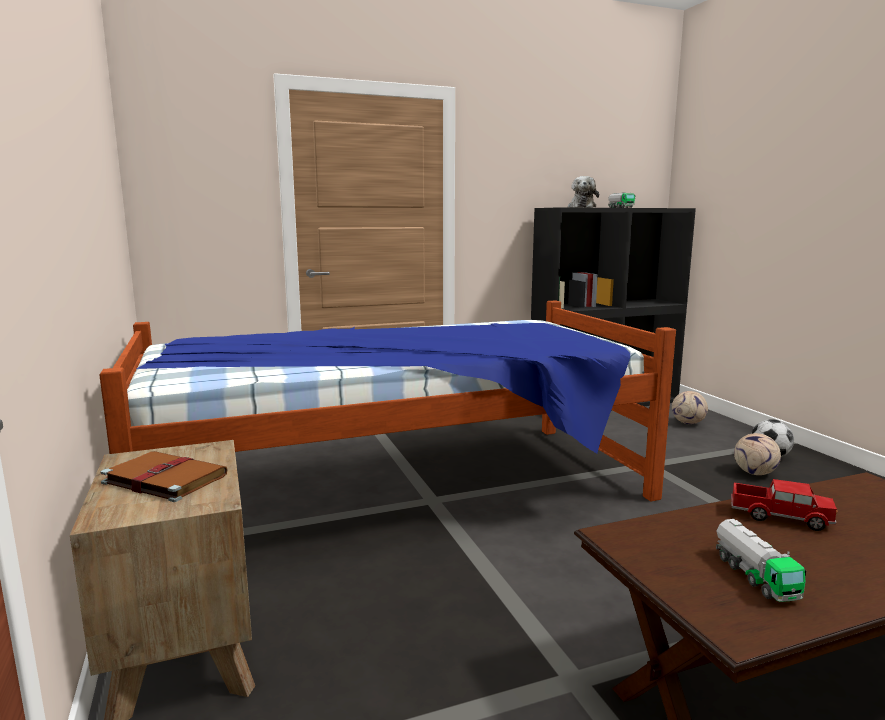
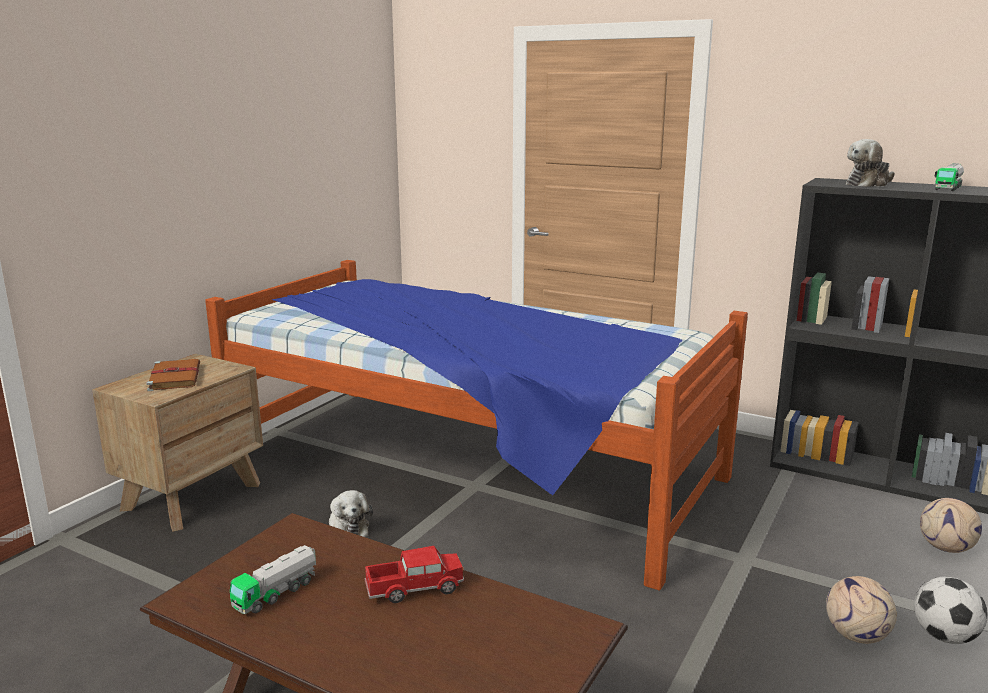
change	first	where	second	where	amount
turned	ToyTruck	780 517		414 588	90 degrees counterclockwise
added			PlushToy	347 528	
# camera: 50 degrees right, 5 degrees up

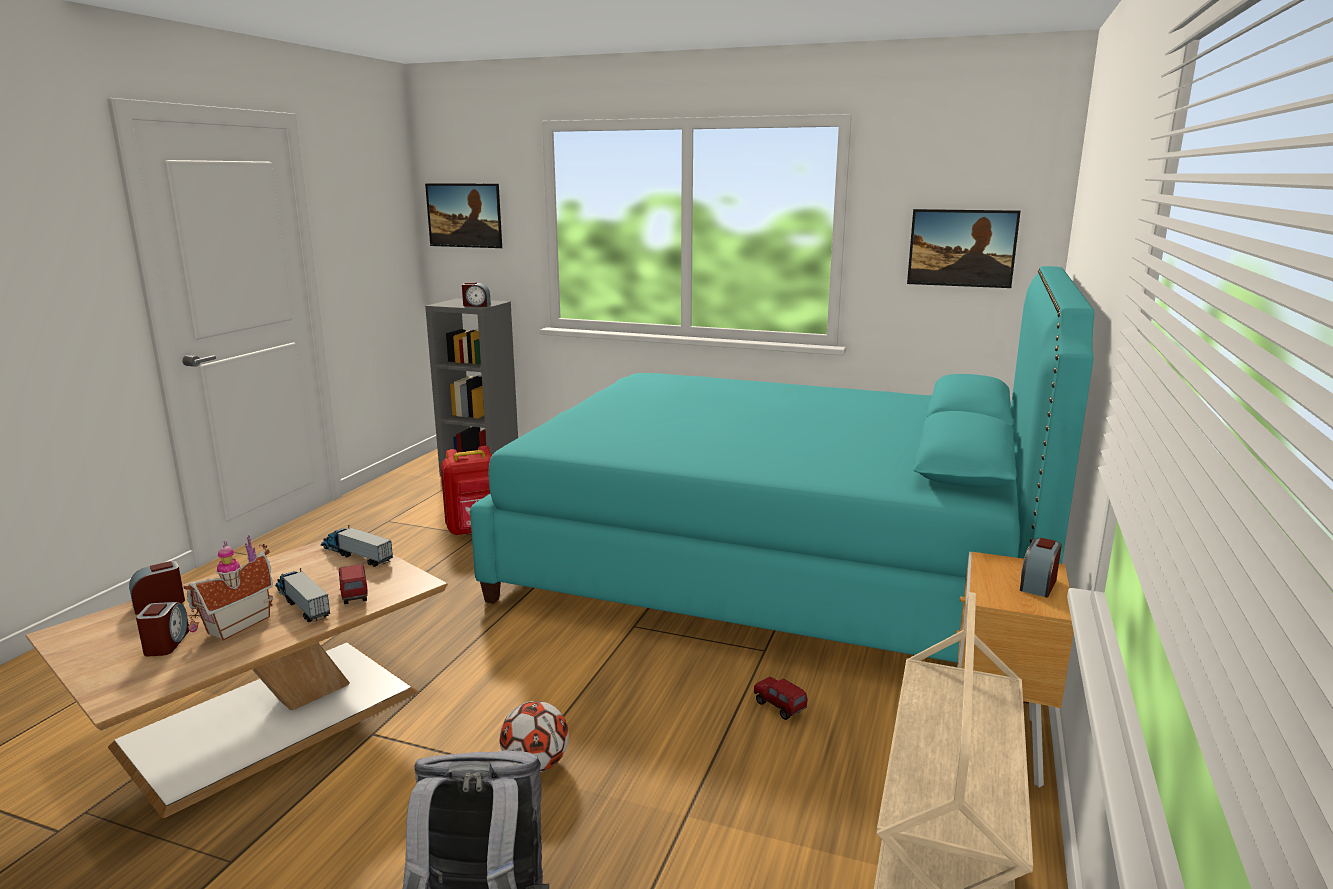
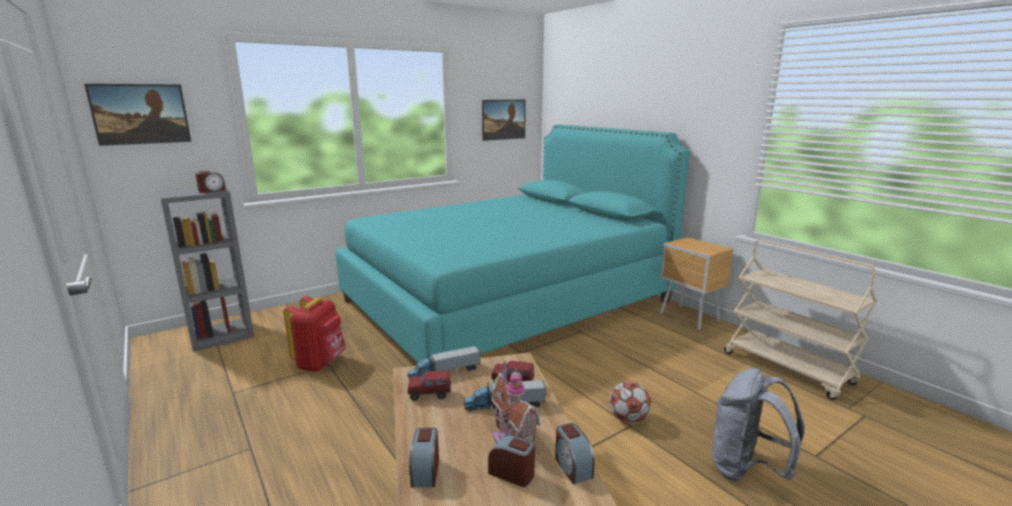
change	first	where	second	where	amount
moved	AlarmClock	1038 584		572 467	
moved	ToyTruck	779 708		430 395	
# camera: 55 degrees left, 0 degrees up

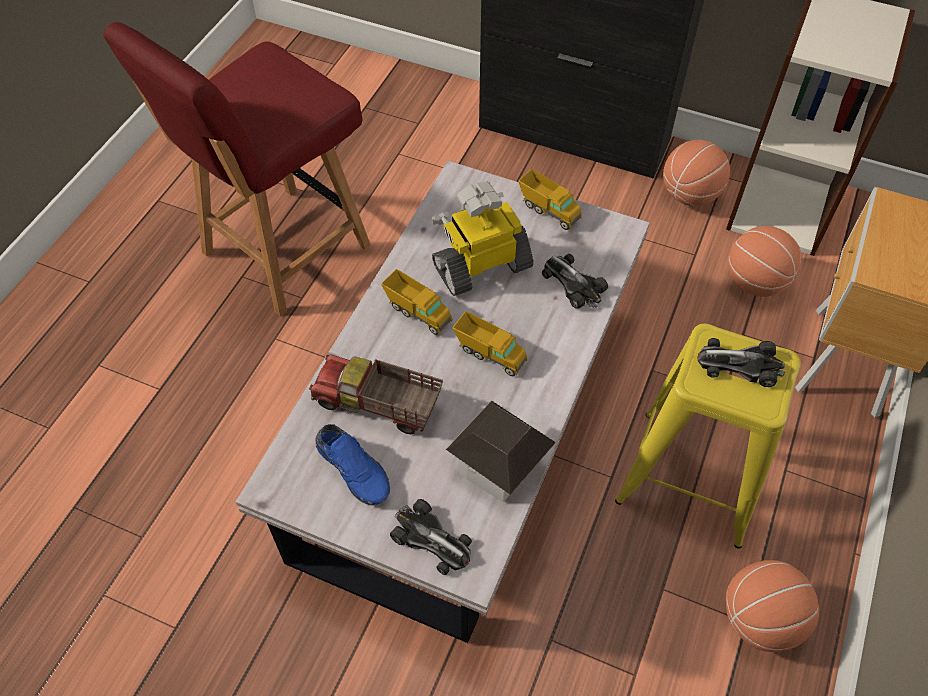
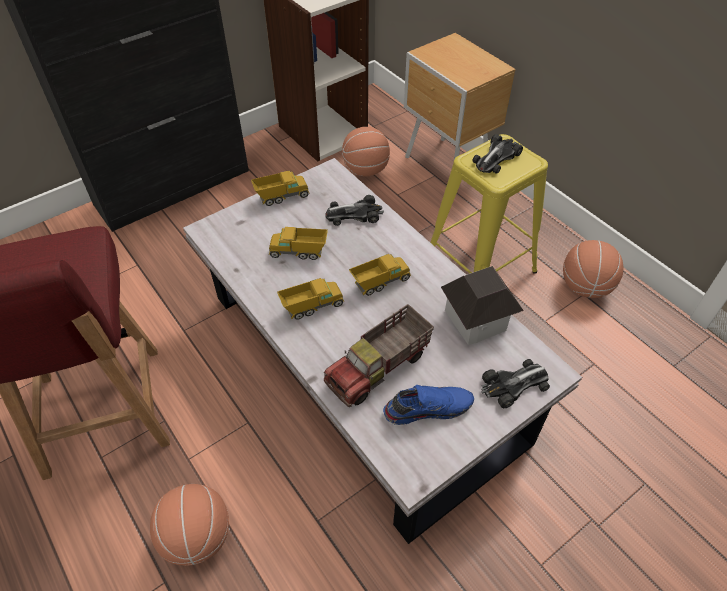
change	first	where	second	where	amount
moved	Basketball	690 195		197 536	
replaced	ToyRobot	481 265	ToyTruck	299 252	
# camera: 60 degrees left, 5 degrees down

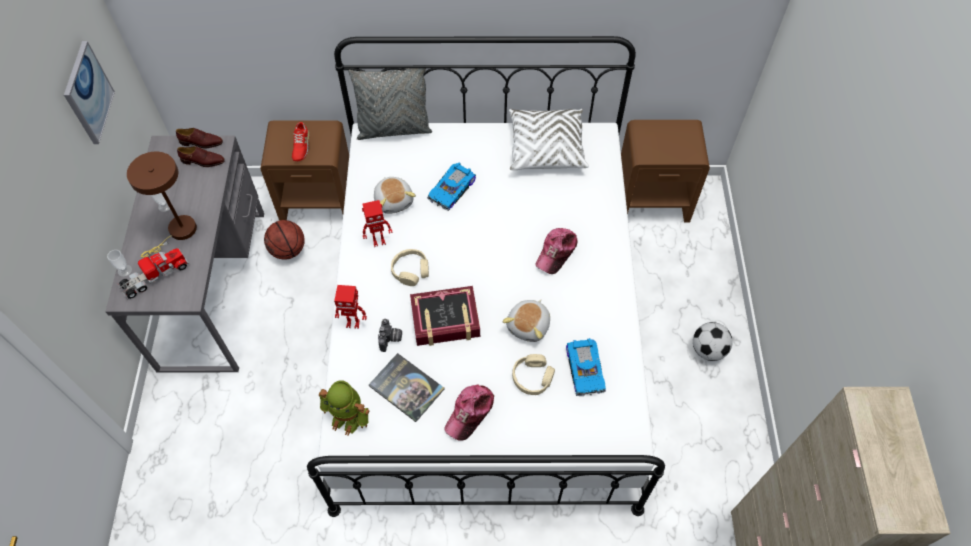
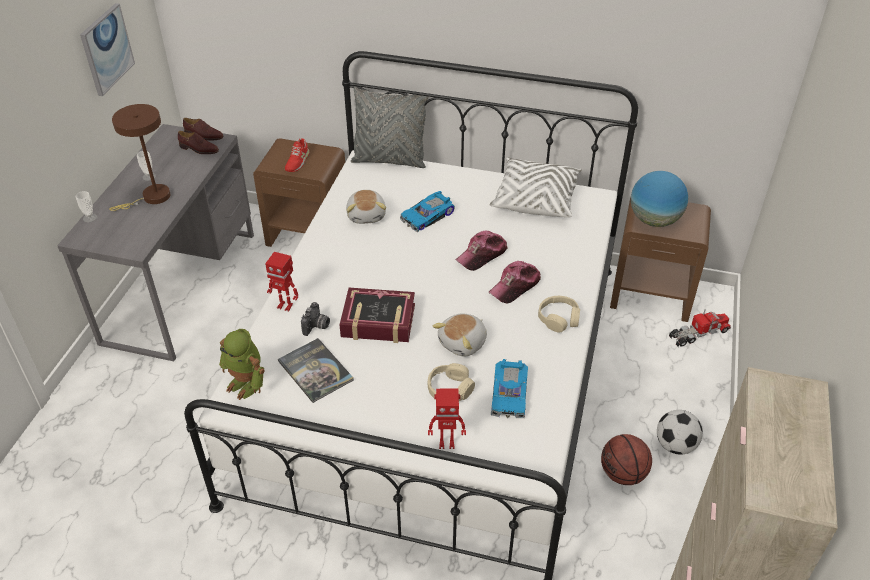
change	first	where	second	where	amount
moved	ToyRobot	379 241		446 443	
moved	Basketball	288 250		623 474	
moved	ToyTruck	155 277		698 334	
moved	BeigeHeadphones	411 271		559 318	
moved	Cap	470 413		482 255	
added			Globe	654 220	
# camera: 15 degrees right, 15 degrees down

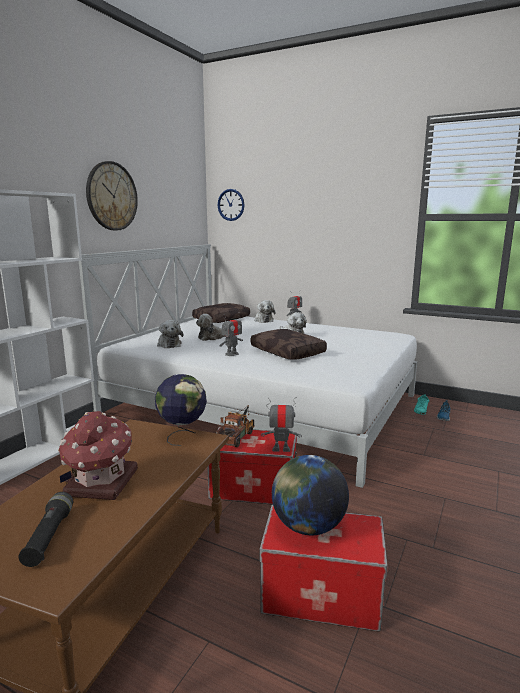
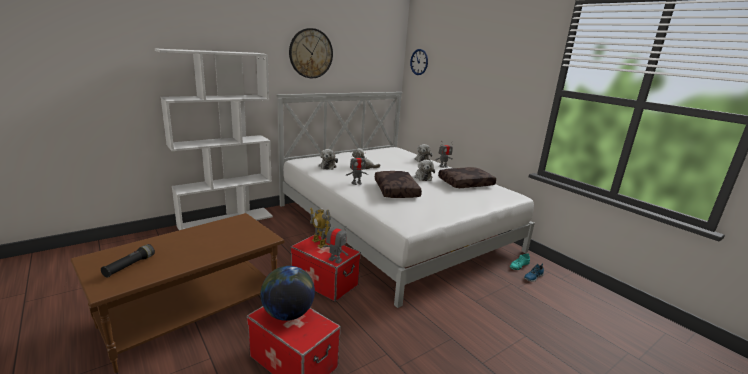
change	first	where	second	where	amount
moved	BrownPillow	221 319		465 183	
removed	Globe	182 435			
replaced	ToyTruck	237 436	ToyRobot	319 243	
removed	ToyHouse	101 484			
# camera: 25 degrees right, 5 degrees up

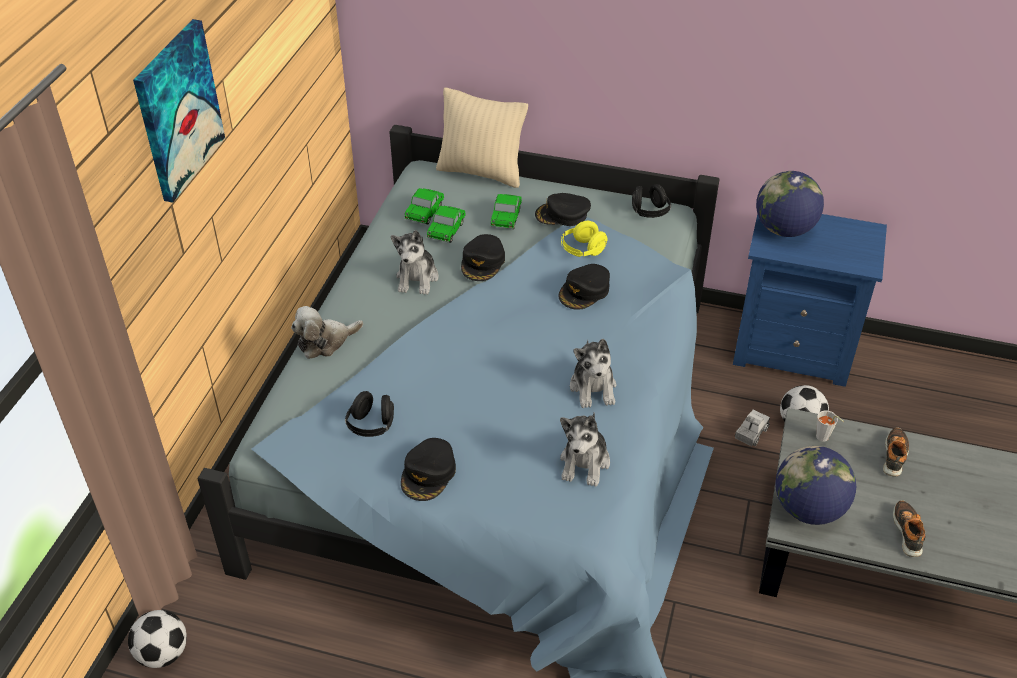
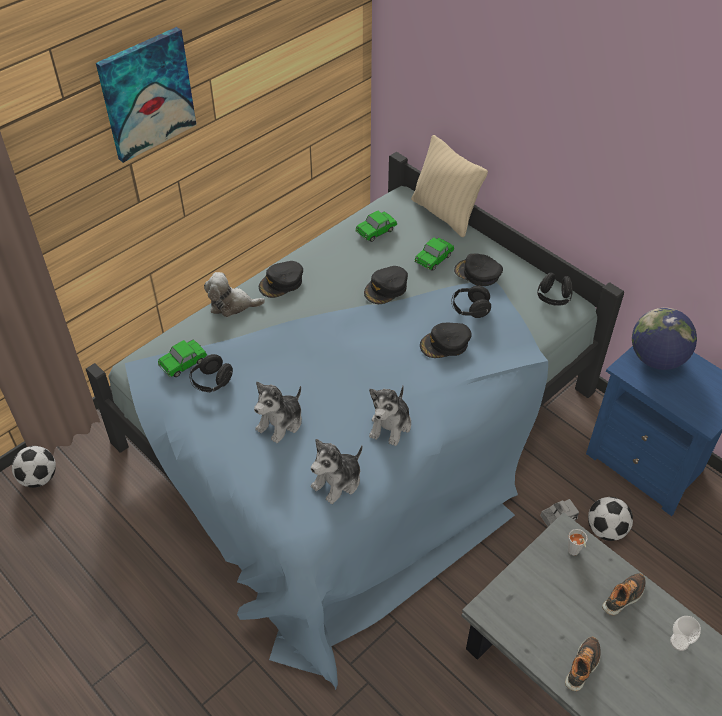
change	first	where	second	where	amount
moved	ToyCar	446 231		183 363	
recoloured	YellowHeadphones	582 250	BlackHeadphones	470 309	
moved	PlushToy	417 278		281 422	
moved	BlackCap	428 474		281 283	
removed	Globe	808 509			
added			Cup	679 642	
# camera: 30 degrees right, 5 degrees up

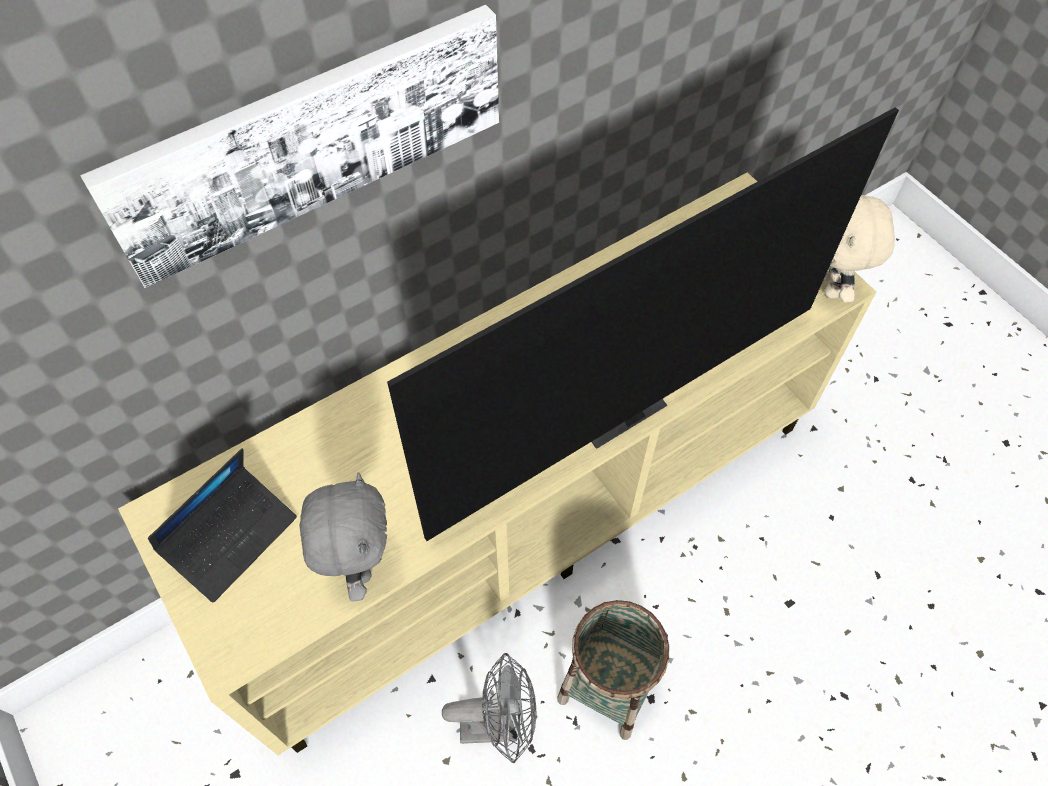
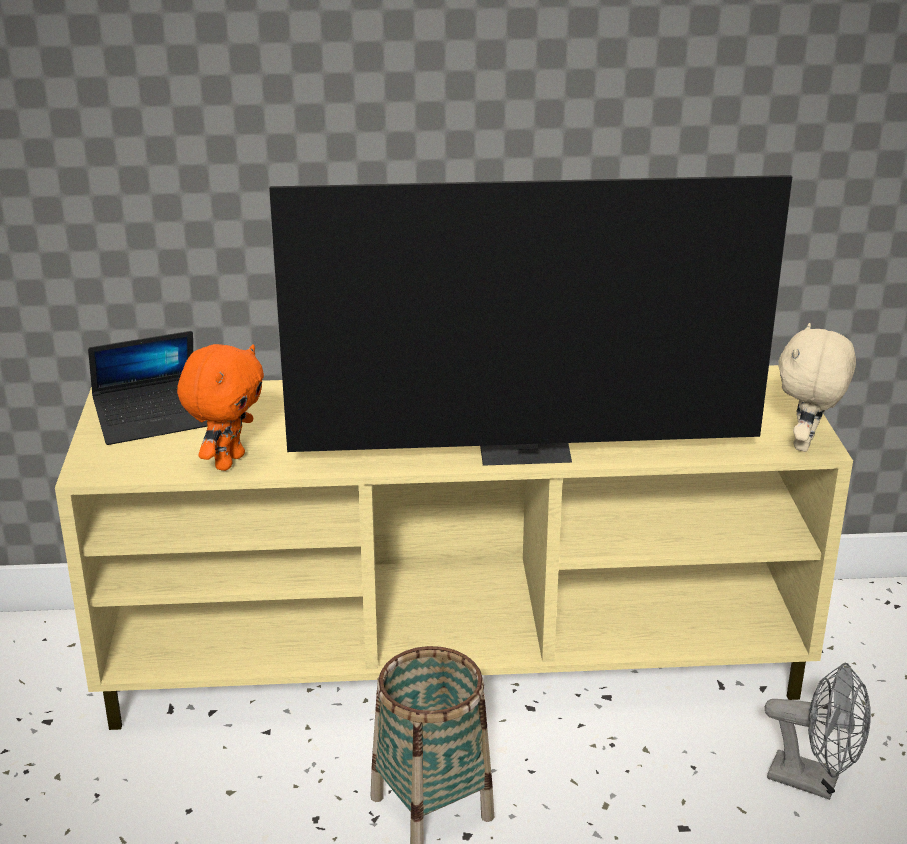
change	first	where	second	where	amount
removed	Picture	311 139			
recoloured	GreyPlushToy	358 564	OrangePlushToy	228 461	
moved	GreyFan	498 724		814 782	
# camera: 30 degrees right, 30 degrees down

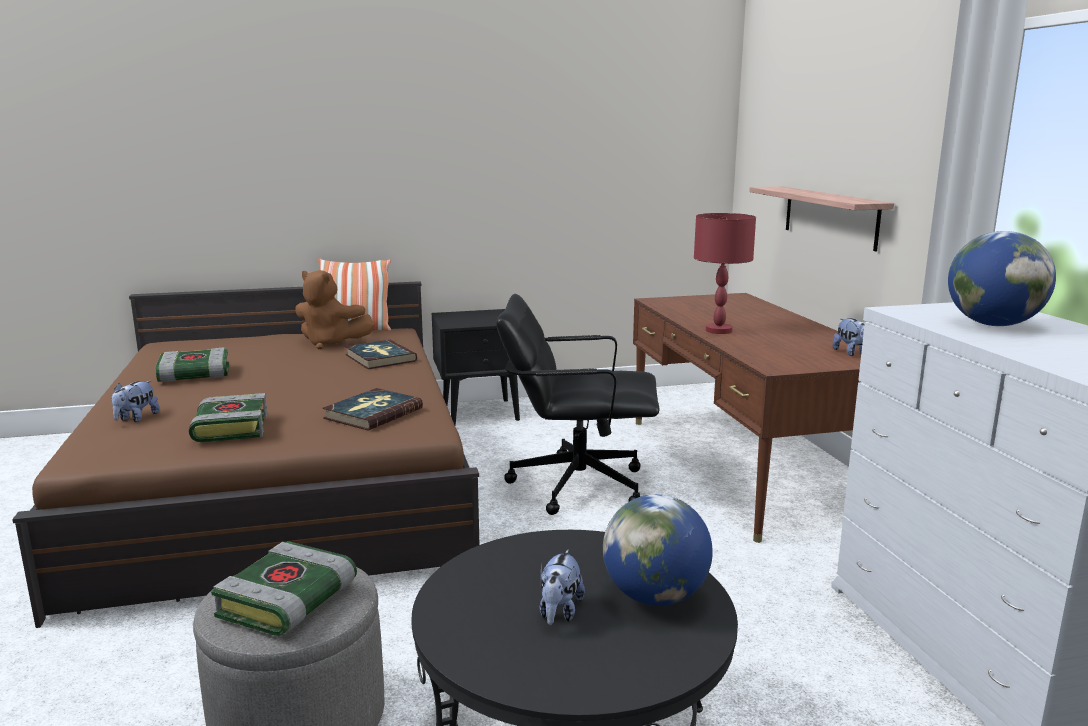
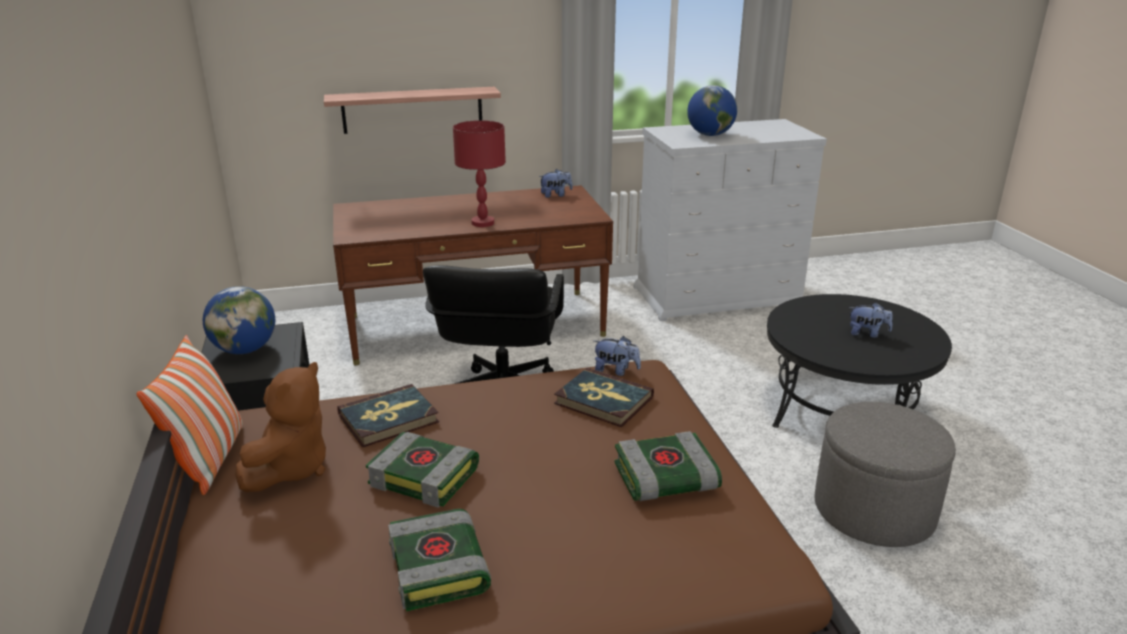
change	first	where	second	where	amount
moved	PlushToy	136 418		616 371	
moved	Globe	655 597		245 350	
moved	Book	287 603		426 477	
# camera: 90 degrees left, 10 degrees up

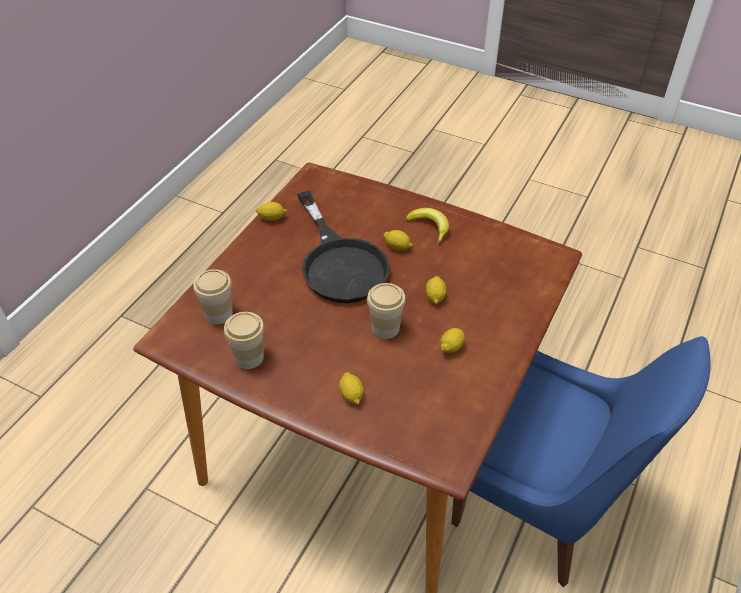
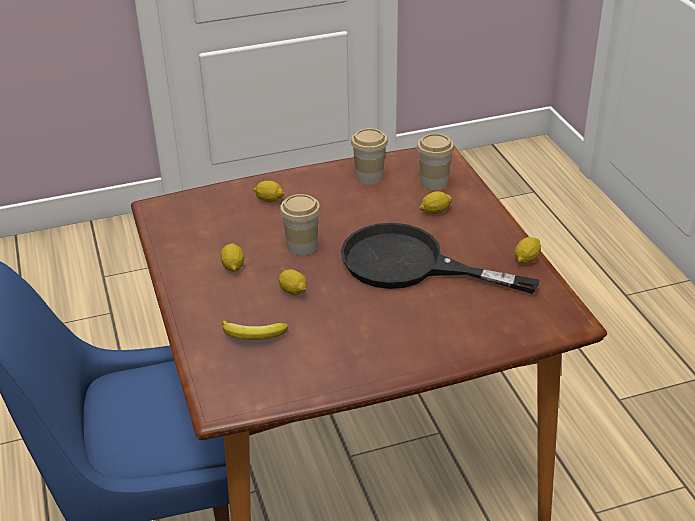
change	first	where	second	where	amount
moved	Banana	430 227		253 336	
moved	Lemon	397 247		435 211	
# camera: 135 degrees right, 10 degrees down

